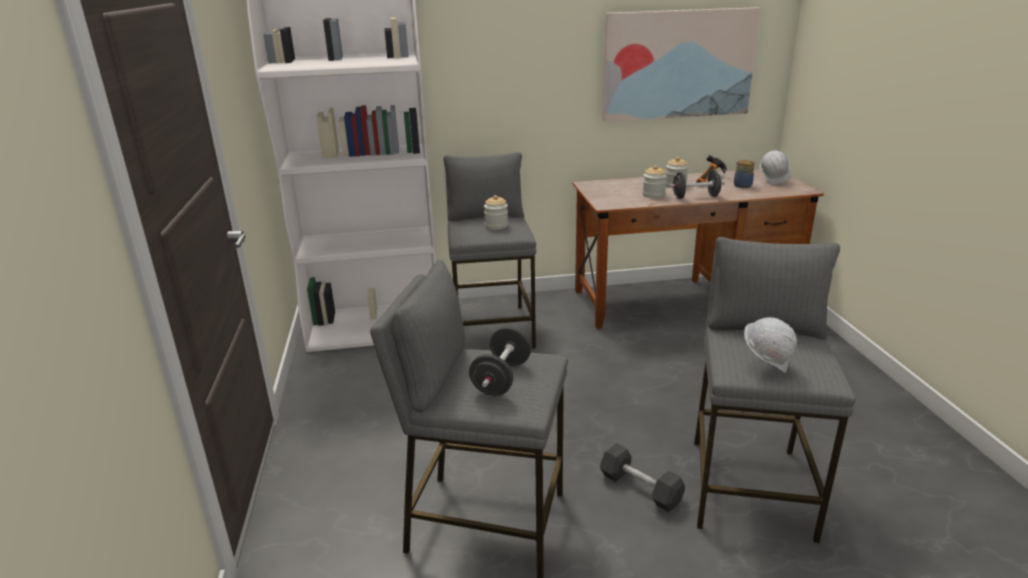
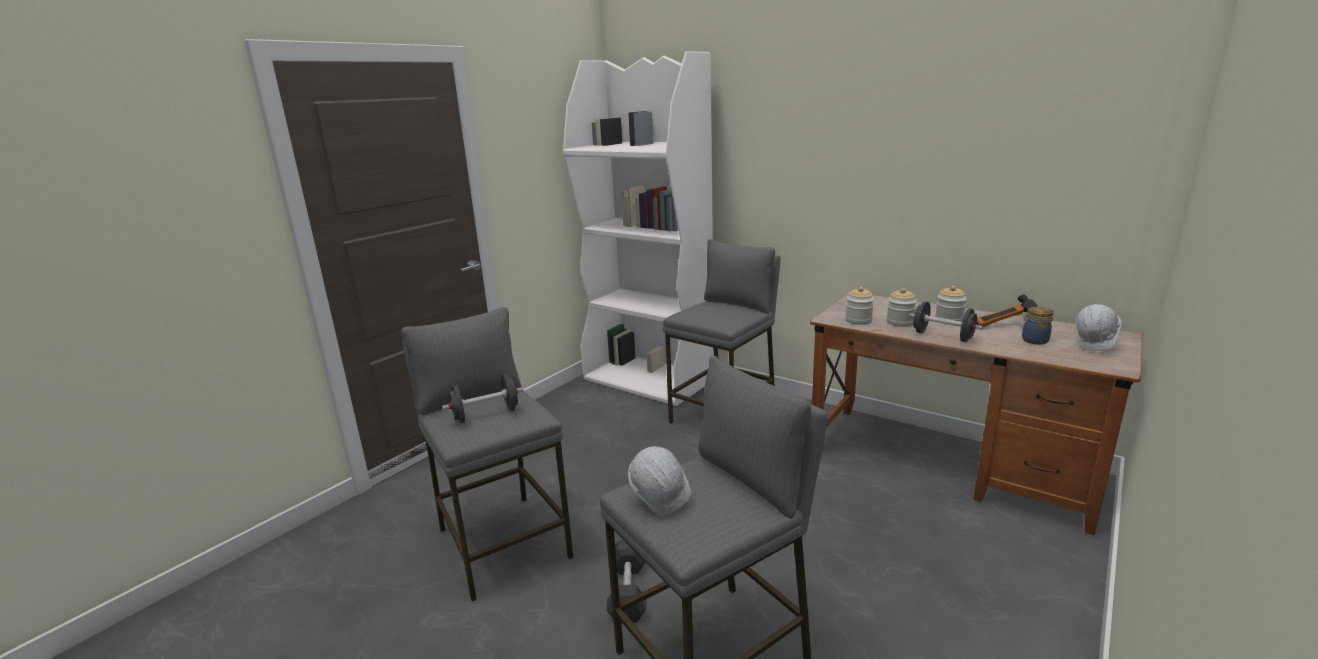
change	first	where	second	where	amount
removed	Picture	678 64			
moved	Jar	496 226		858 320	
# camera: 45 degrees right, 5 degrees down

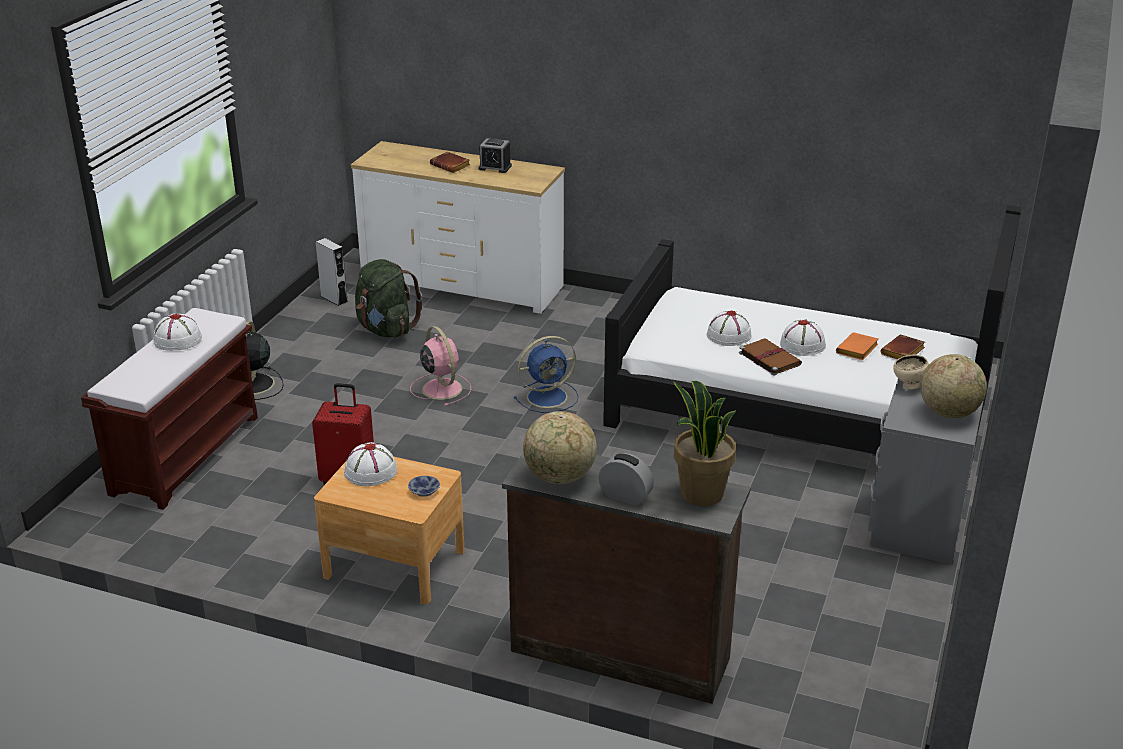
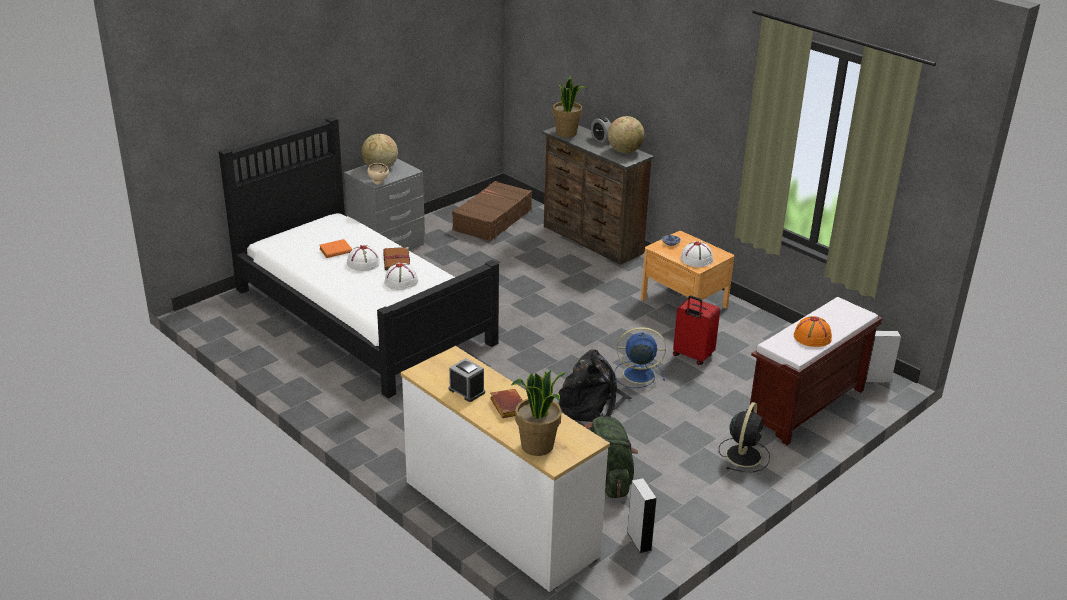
change	first	where	second	where	amount
recoloured	WhiteHat	177 340	OrangeHat	812 337	
replaced	PinkFan	441 388	BlackBackpack	592 406	
removed	BrownBook	903 353			
moved	BlueFan	549 396		637 374	
added			BrownSuitcase	492 220	
added			GreySpeaker	876 380	
added			PottedPlant	537 446	
# camera: 155 degrees left, 0 degrees up

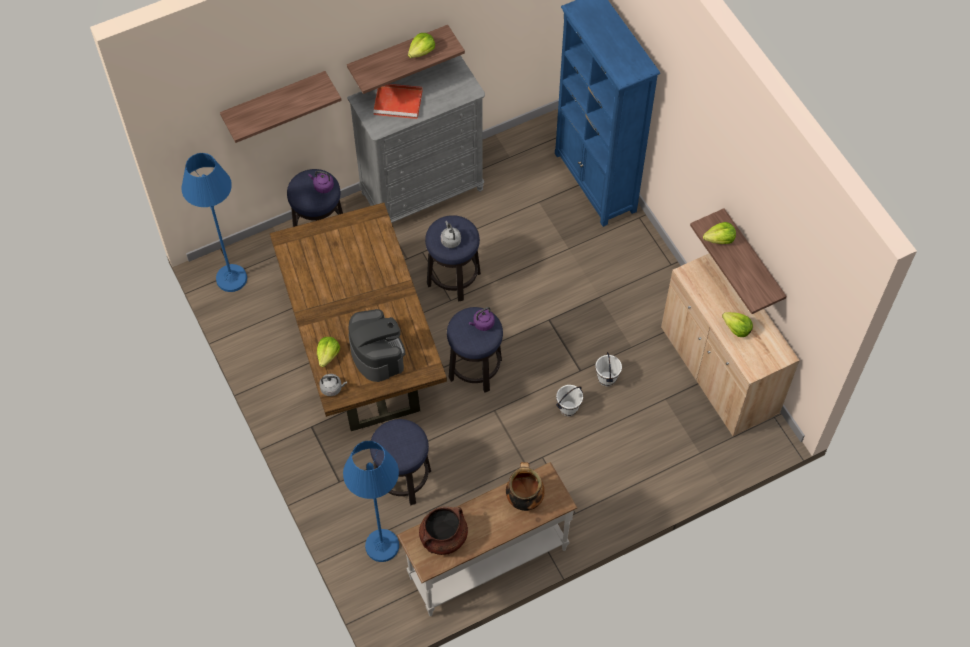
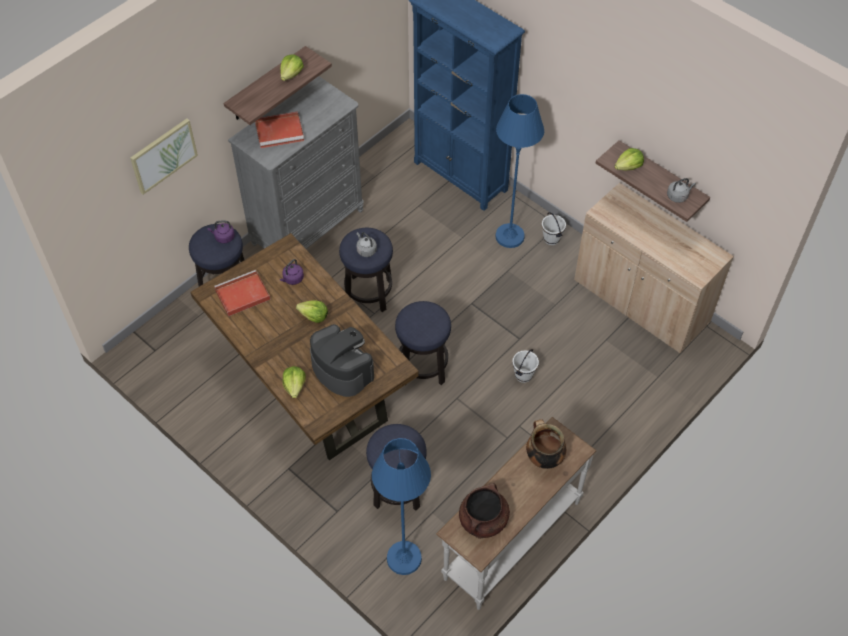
change	first	where	second	where	amount
replaced	Shelf	274 101	Picture	163 155	
moved	BlueFloorLamp	231 278		509 236	
moved	PurpleKettle	482 324		292 279	
moved	Lettuce	736 329		314 316	
moved	WhiteBucket	607 378		552 239	
moved	GreyKettle	332 388		678 196	
added			RedTray	241 295	
# camera: 20 degrees left, 5 degrees down

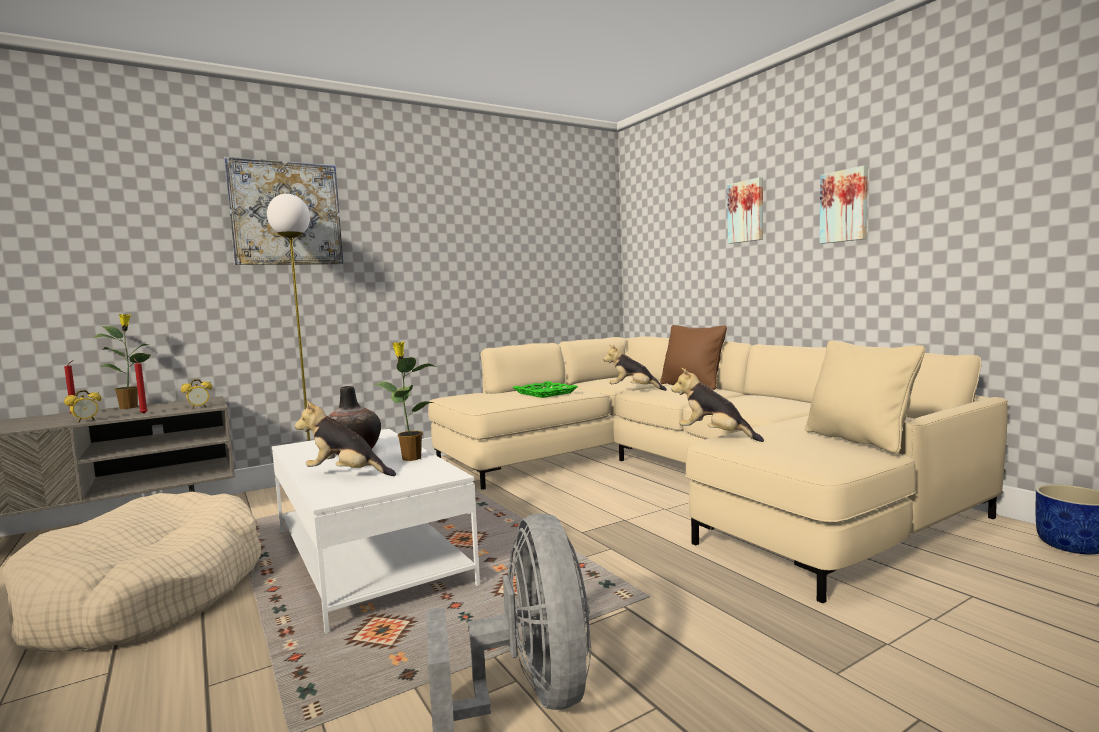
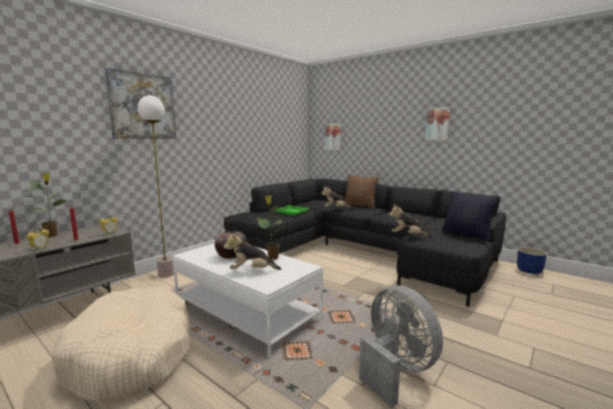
change	first	where	second	where	amount
moved	Picture	746 211		333 136	
recoloured	BeigeSofa	676 475	BlackSofa	359 251	
recoloured	BeigePillow	858 440	BlackPillow	466 235	
# camera: 20 degrees left, 5 degrees up

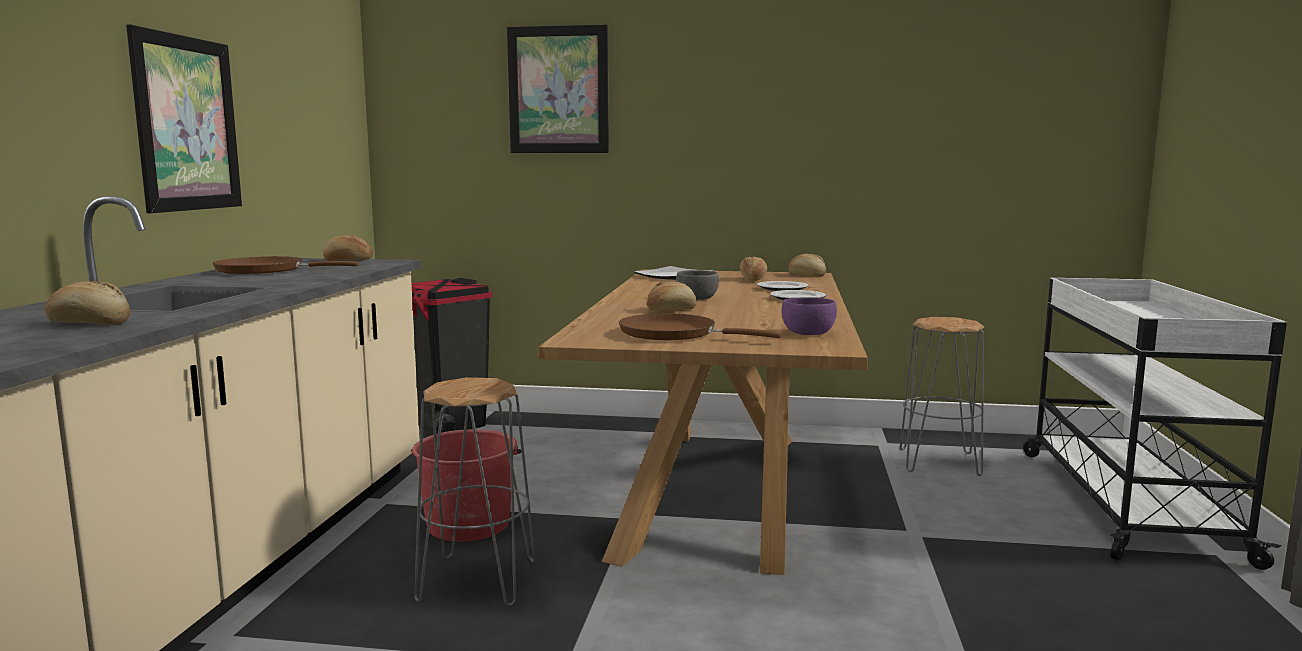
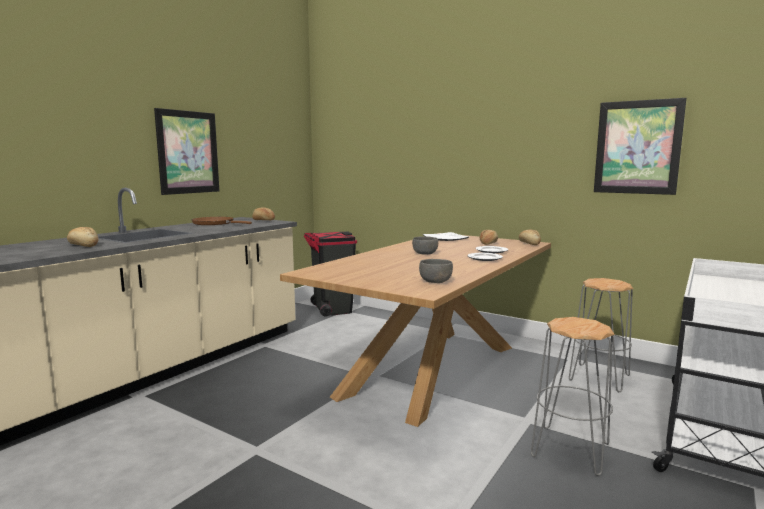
change	first	where	second	where	amount
moved	Picture	558 90		637 147	
removed	Bread	671 310			
recoloured	PurpleBowl	807 333	GreyBowl	435 281	
removed	BrownFryingPan	674 334			
moved	GreyStool	477 581		570 450	
removed	RedBucket	468 524			
# camera: 25 degrees right, 0 degrees up

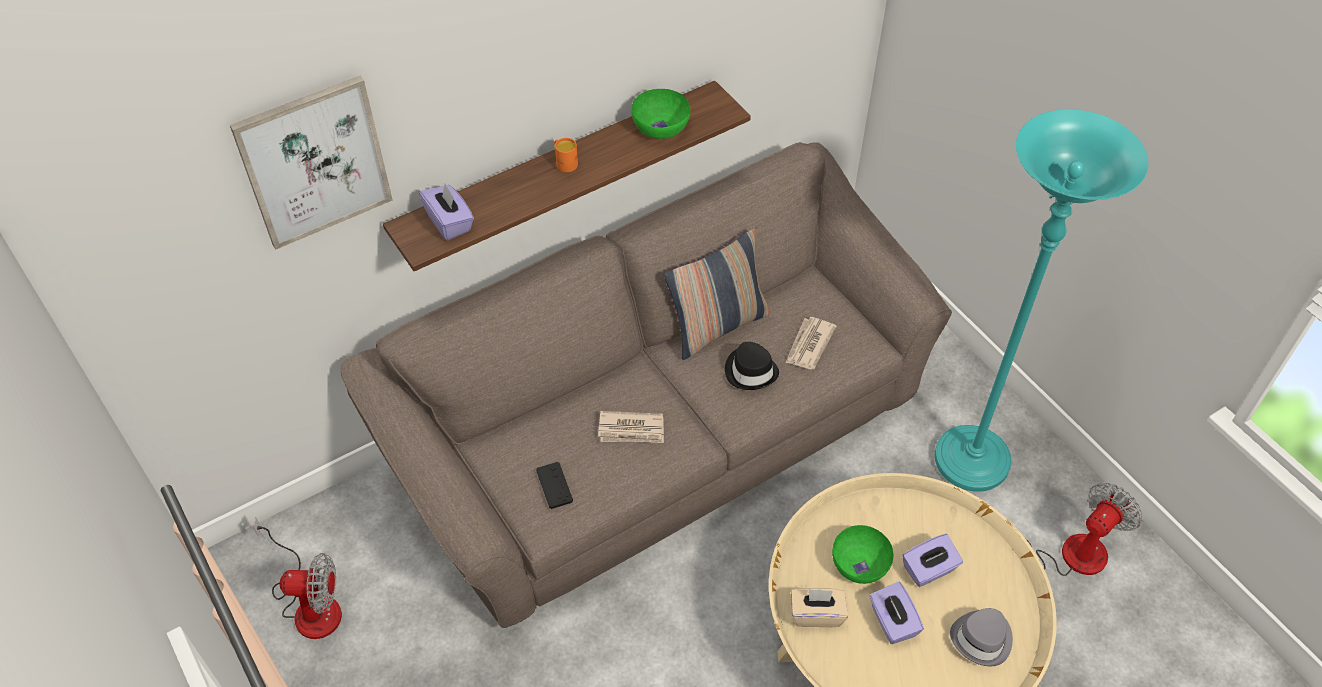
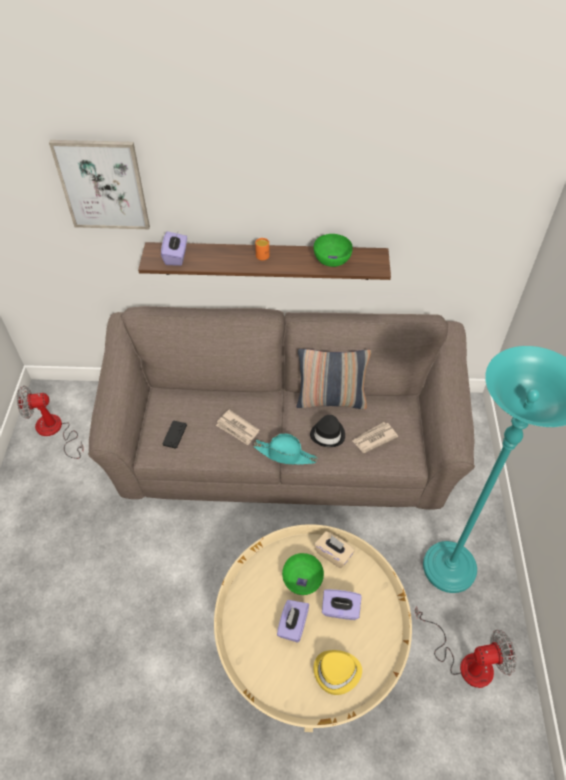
change	first	where	second	where	amount
turned	Fan	310 604		54 431	135 degrees clockwise
moved	BeigeTissueBox	816 614		333 554	
recoloured	GreyHat	982 639	YellowHat	337 672	
added			TurquoiseHat	285 454	
# camera: 35 degrees right, 0 degrees up

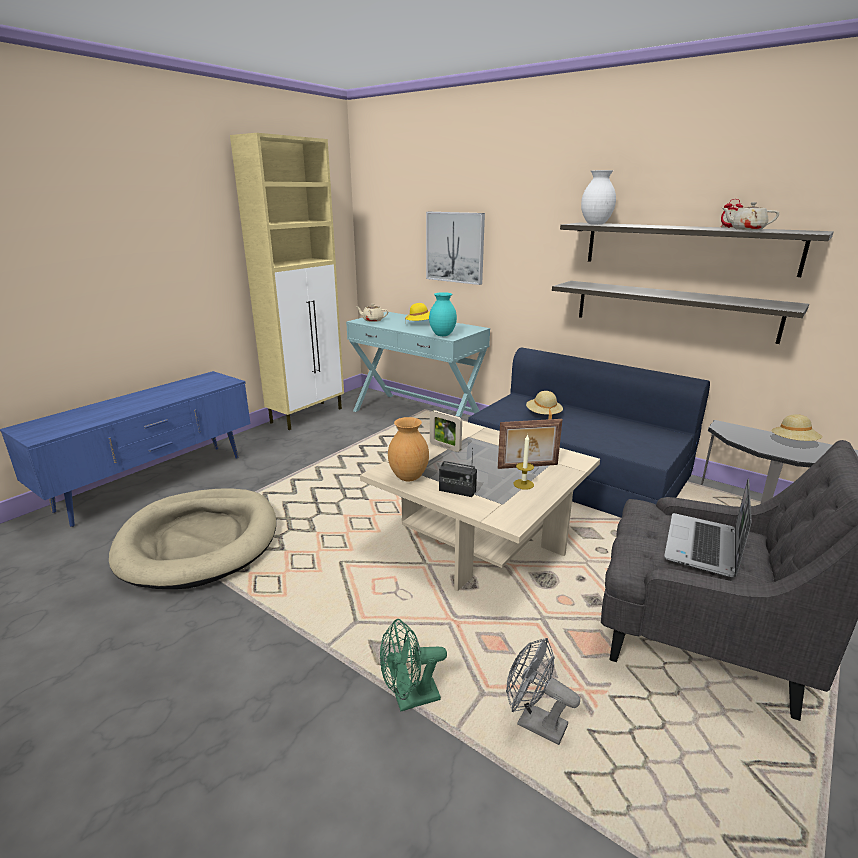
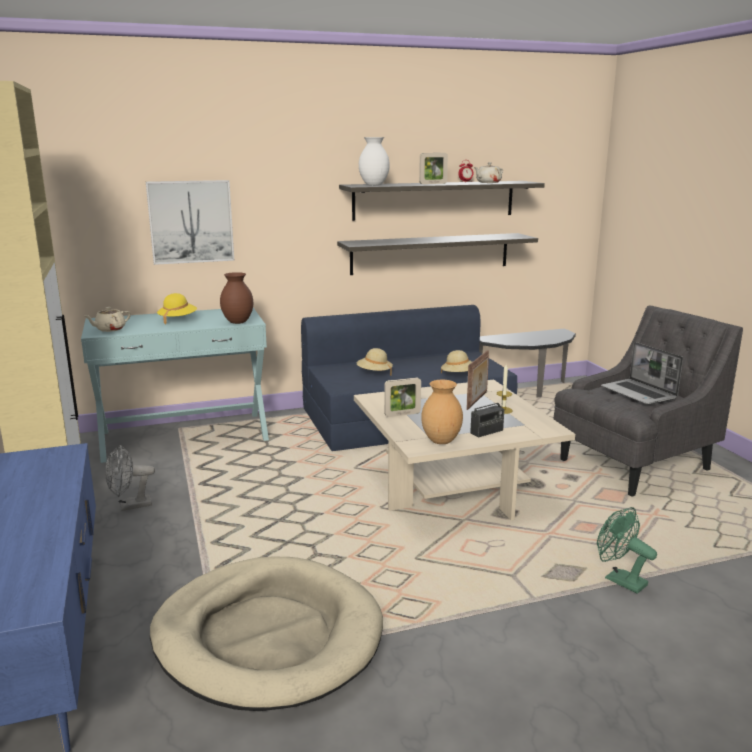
change	first	where	second	where	amount
recoloured	TurquoiseVase	442 335	BrownVase	238 322	
moved	BeigeHat	793 443		458 375	
turned	GreenFan	409 699		619 580	120 degrees clockwise
moved	GreyFan	534 722		130 506	
added			PictureFrame	433 183	
# camera: 55 degrees left, 5 degrees down

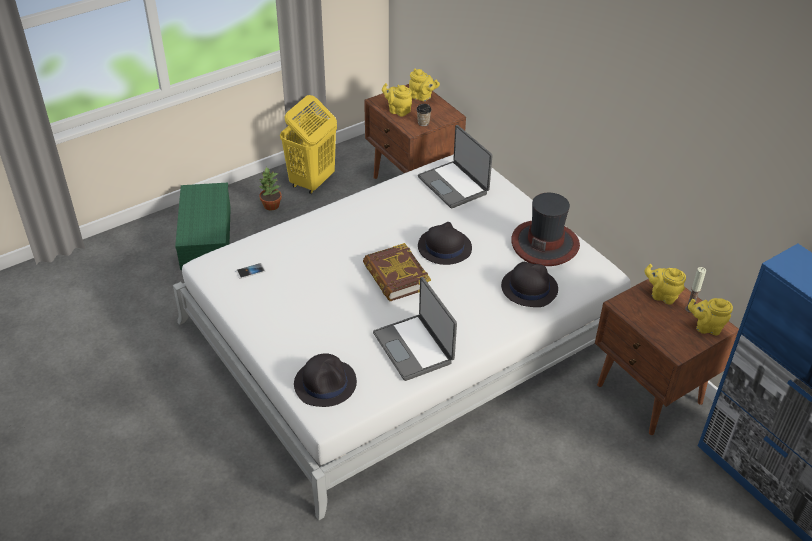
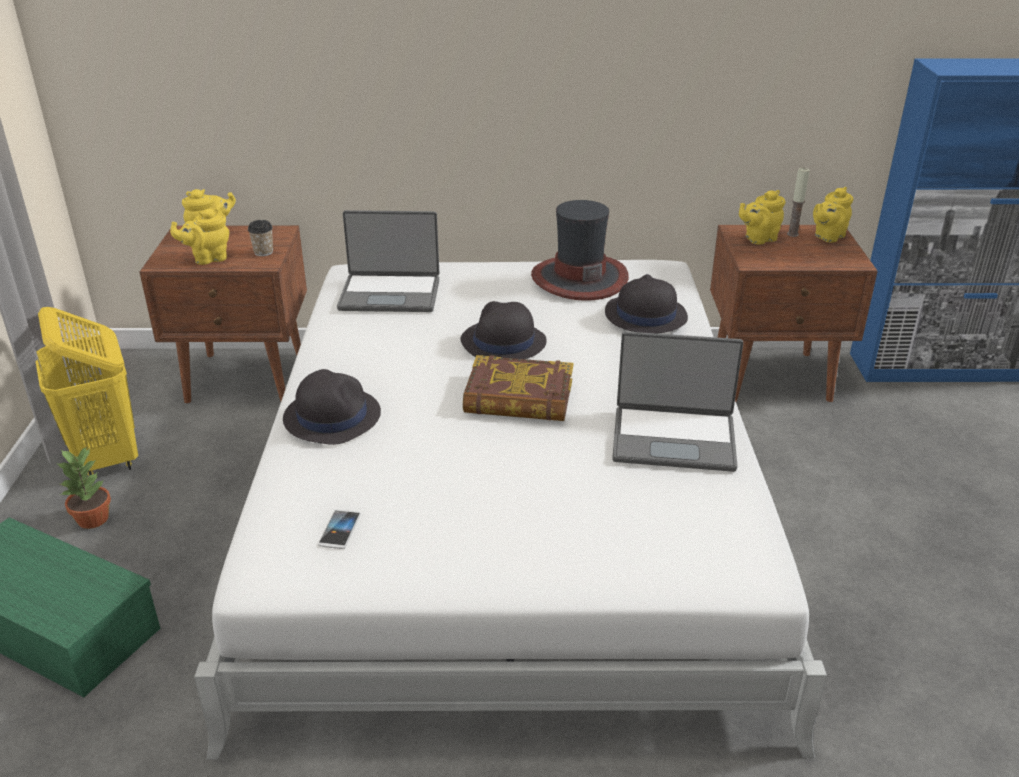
change	first	where	second	where	amount
moved	BlackHat	325 383		332 416	
# camera: 55 degrees left, 10 degrees down

